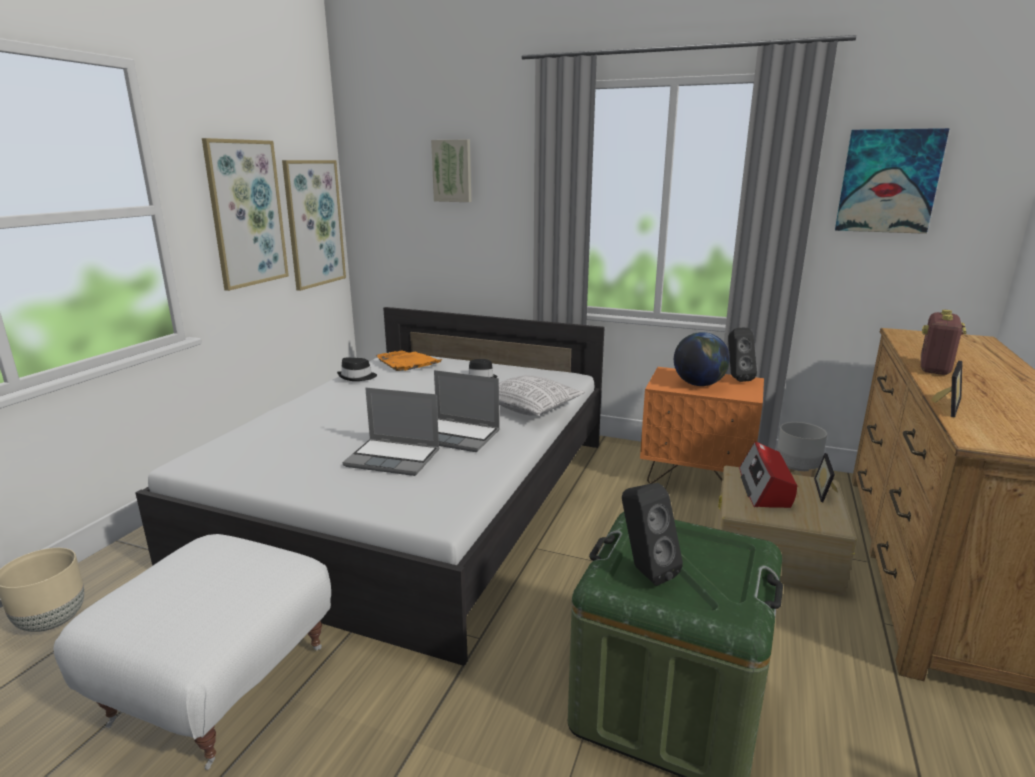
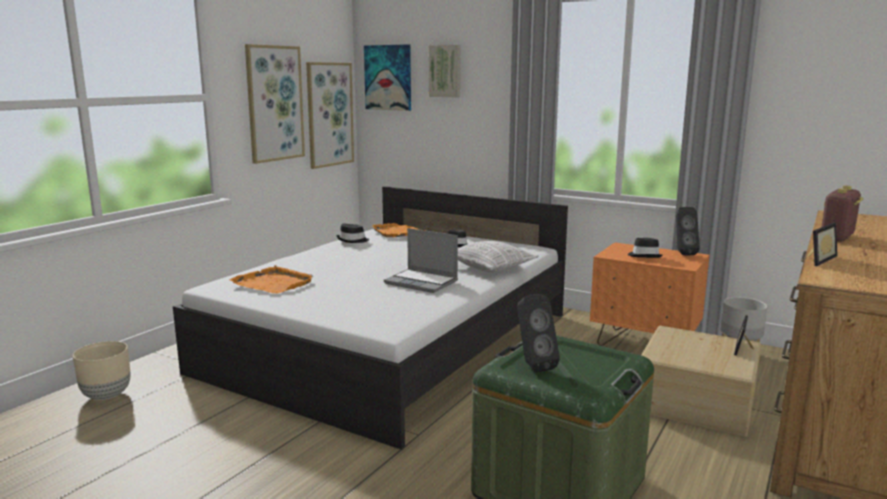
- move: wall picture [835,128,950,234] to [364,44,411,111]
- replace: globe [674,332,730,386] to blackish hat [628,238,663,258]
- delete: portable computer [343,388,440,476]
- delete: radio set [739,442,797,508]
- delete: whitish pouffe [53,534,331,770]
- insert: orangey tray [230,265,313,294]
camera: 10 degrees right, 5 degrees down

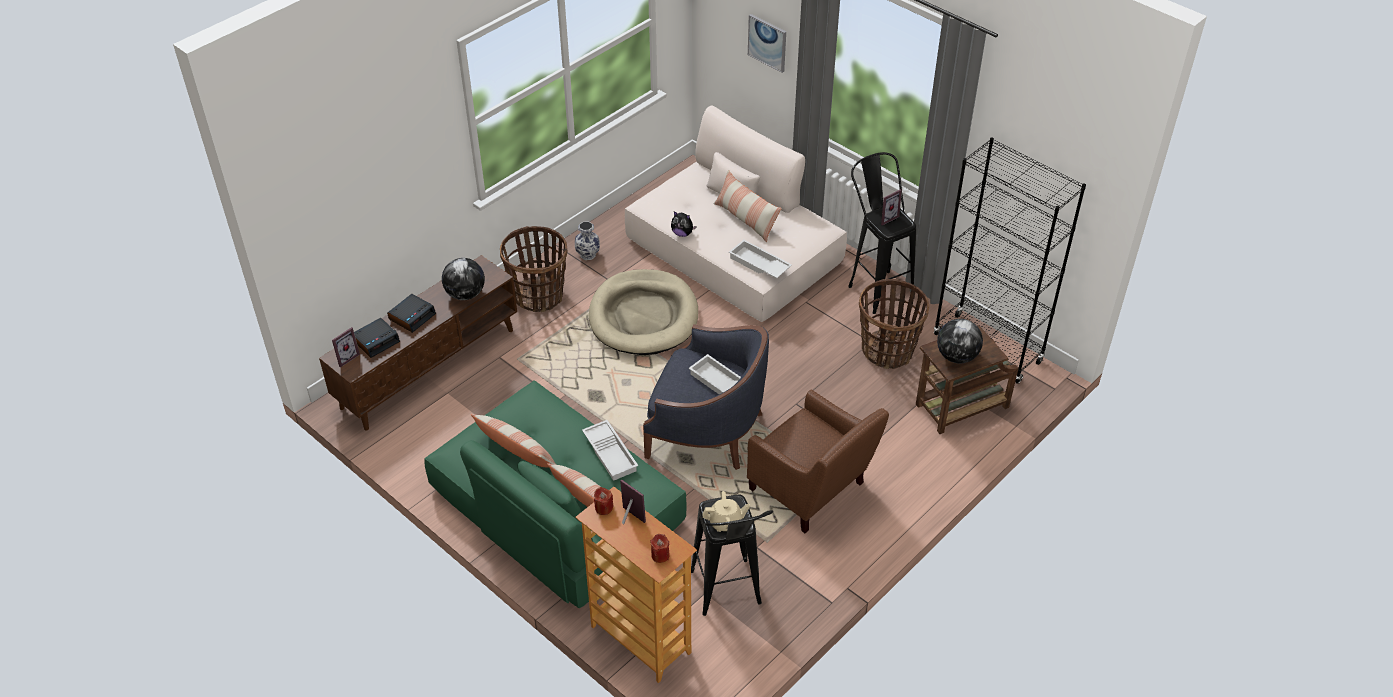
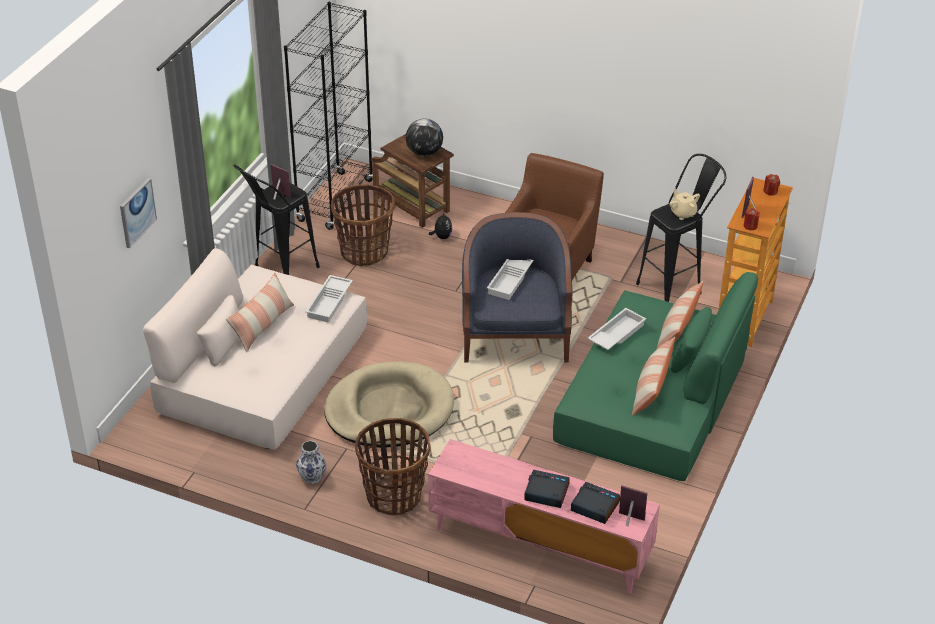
- move: soft toy [671,211,697,237] to [429,213,452,239]
- recolor: brown tv unit [319,255,517,431] to pink tv unit [428,439,660,594]
- delete: globe [442,258,485,300]
camera: 110 degrees left, 5 degrees down

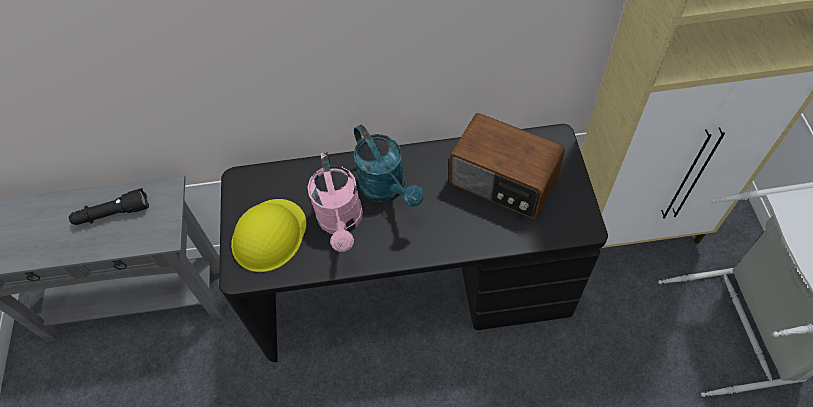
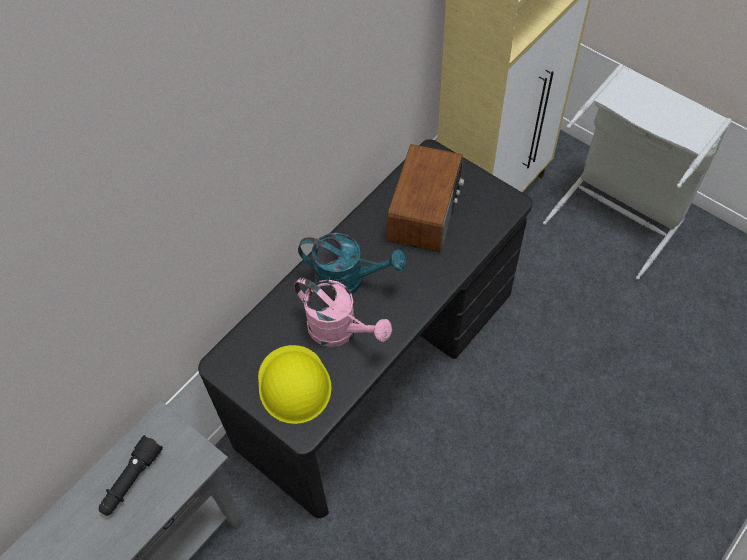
- rotate: radio set [449,113,565,219] = [388,144,465,252] 60 degrees counterclockwise
camera: 45 degrees left, 0 degrees up

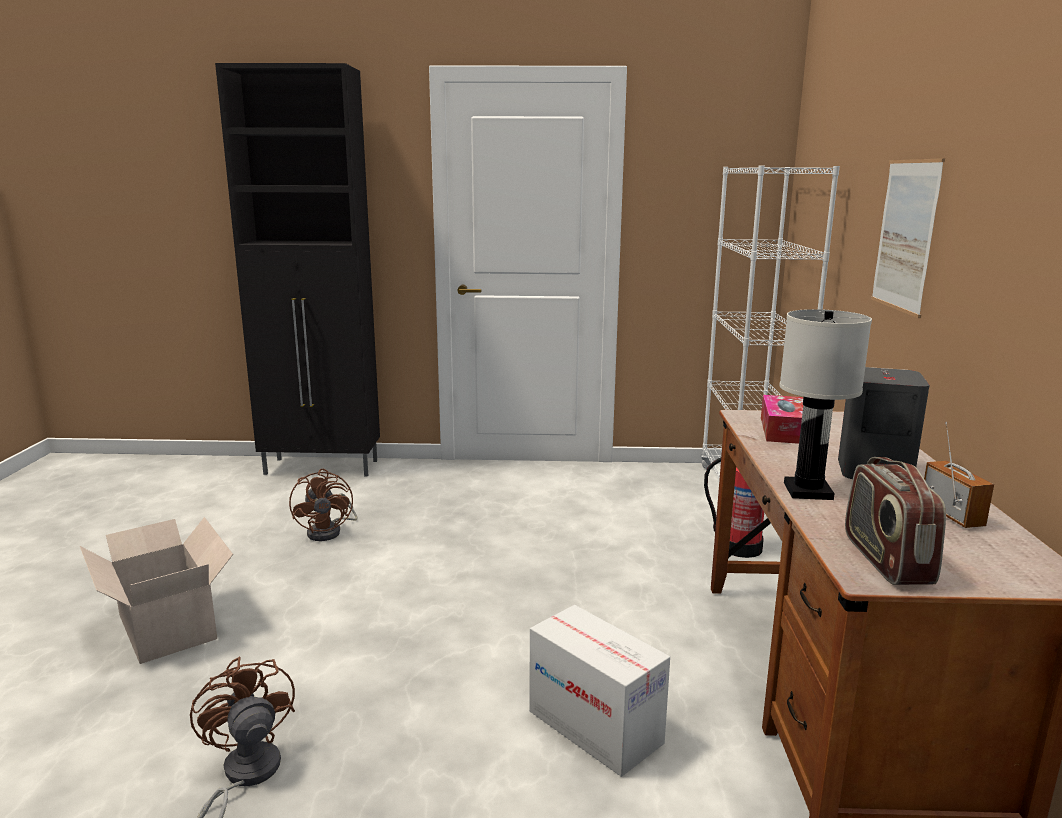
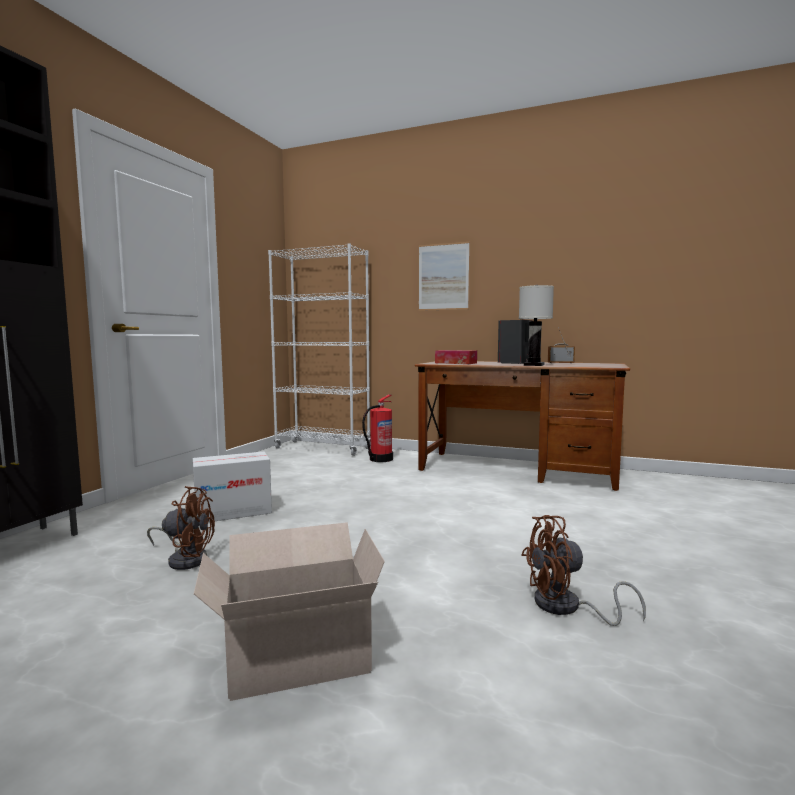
- delete: radio set [845,457,946,585]
- move: cardboard box [529,605,670,777] to [193,452,272,522]
camera: 70 degrees left, 10 degrees down

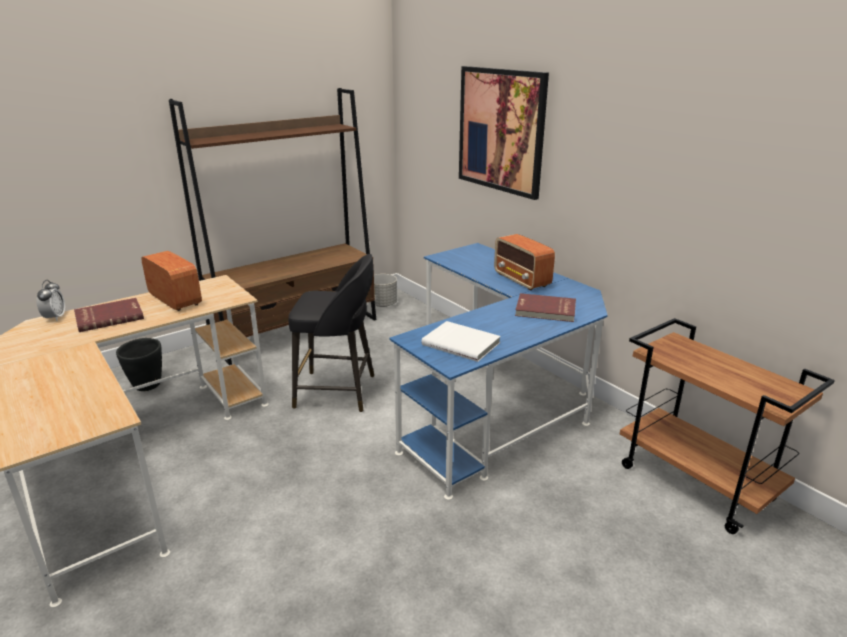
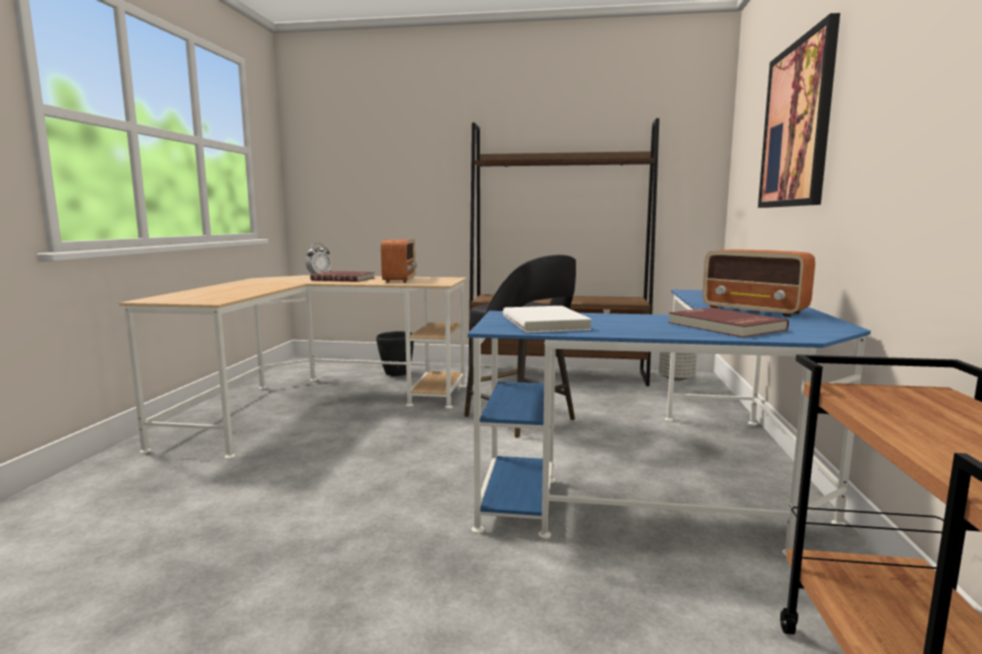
- rotate: radio set [494,234,555,291] = [702,249,815,317] 60 degrees counterclockwise
camera: 45 degrees right, 15 degrees down

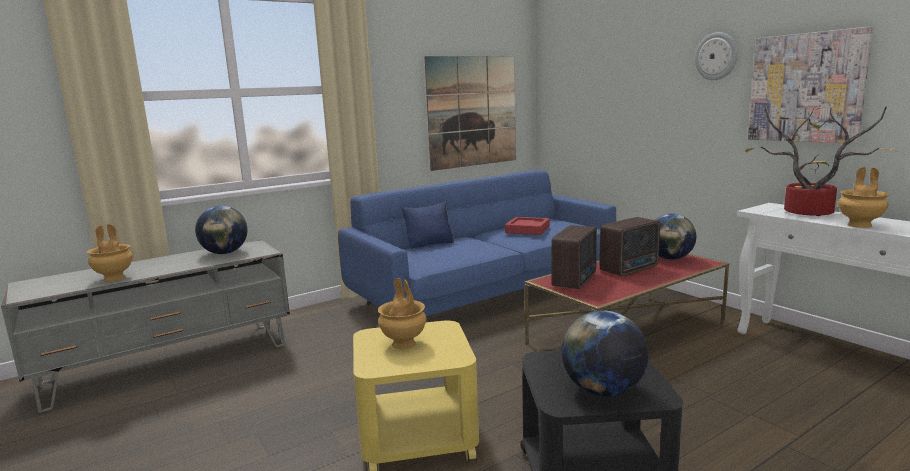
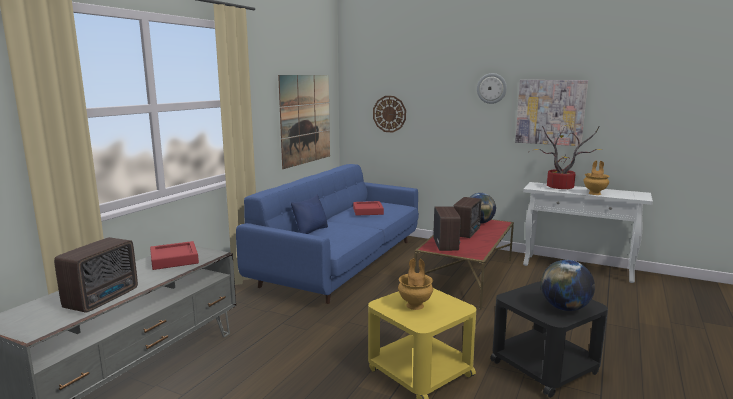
- replace: globe [195,206,248,254] to red-coloured tray [150,241,199,270]
- replace: brown decorative vase [87,224,133,282] to radio set [54,237,138,313]
- insert: wall clock [373,96,406,132]
camera: 30 degrees left, 0 degrees up

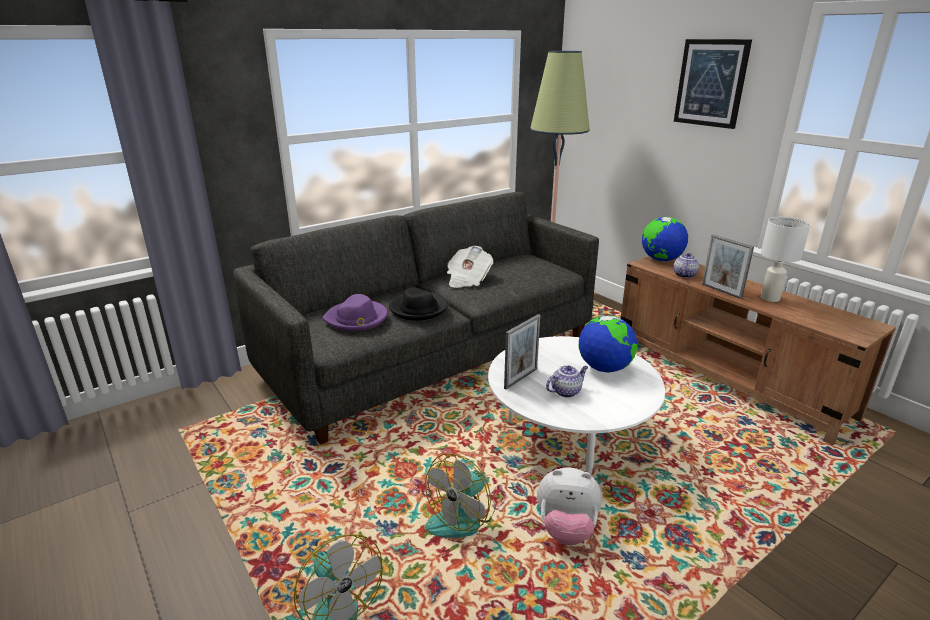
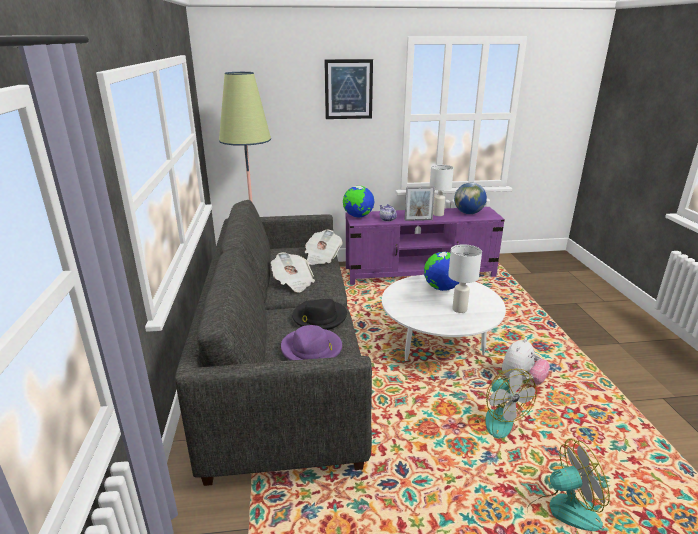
- recolor: brown tv unit [621,256,896,446] to purple tv unit [345,207,505,285]
- delete: photo frame [504,314,540,390]
- replace: teapot [546,365,588,398] to whitish table lamp [448,244,482,313]
- insert: globe [454,183,487,214]
- insert: daily paper [305,230,343,265]
camera: 60 degrees left, 0 degrees up

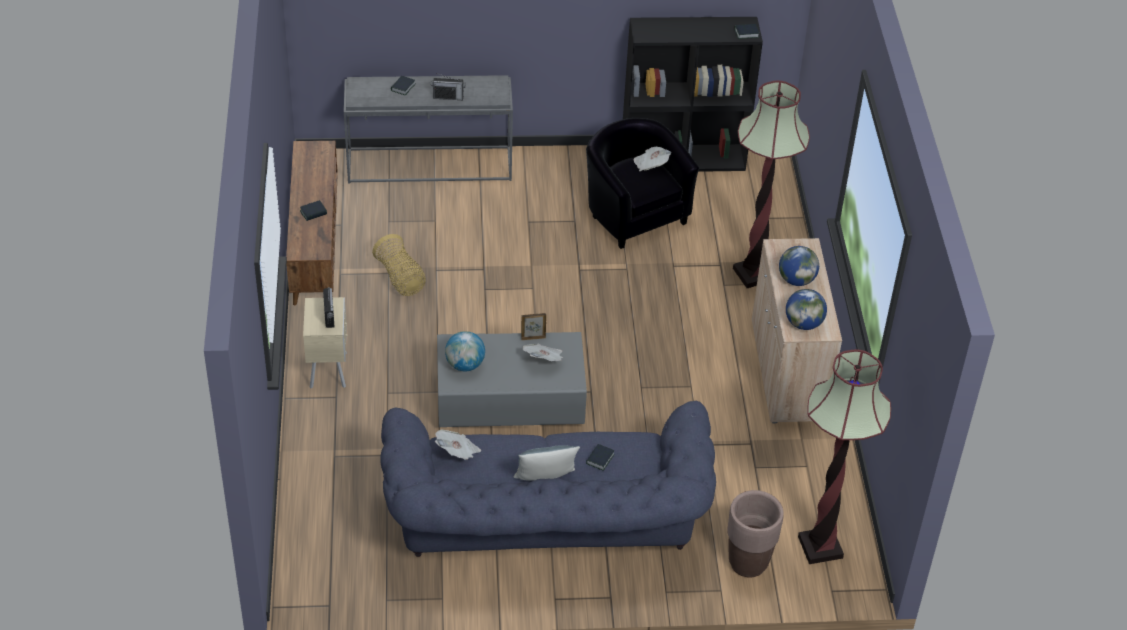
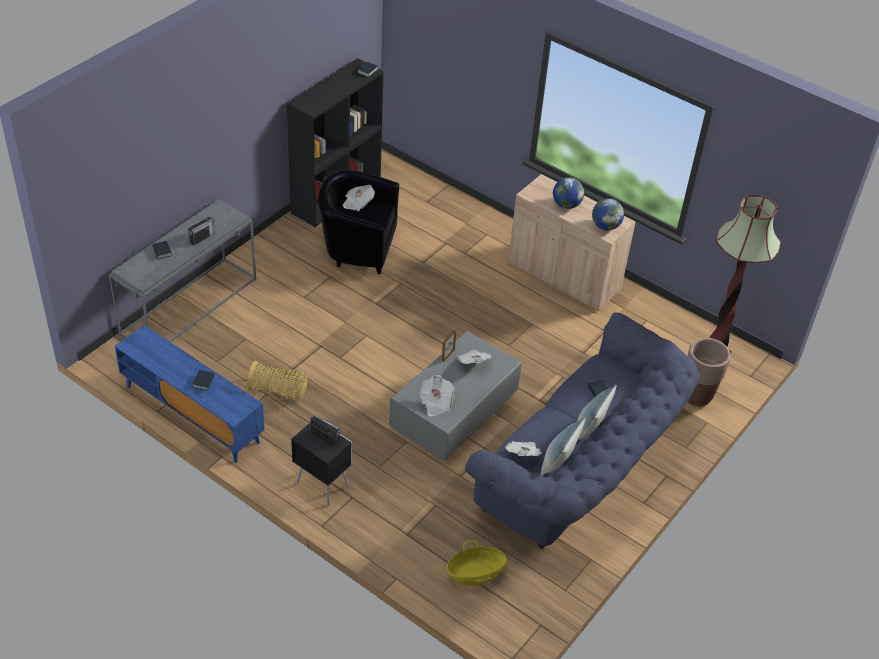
- delete: floor lamp [733,81,810,288]
- recolor: brown tv unit [286,141,338,305] to bluish tv unit [115,325,265,463]
- recolor: beige-coloured nightstand [303,297,348,389] to blackish nightstand [291,422,352,506]
- replace: globe [445,331,485,371] to daily paper [419,375,455,416]
- insert: cushion [541,417,586,476]
- insert: basket [447,541,507,586]
camera: 50 degrees left, 0 degrees up

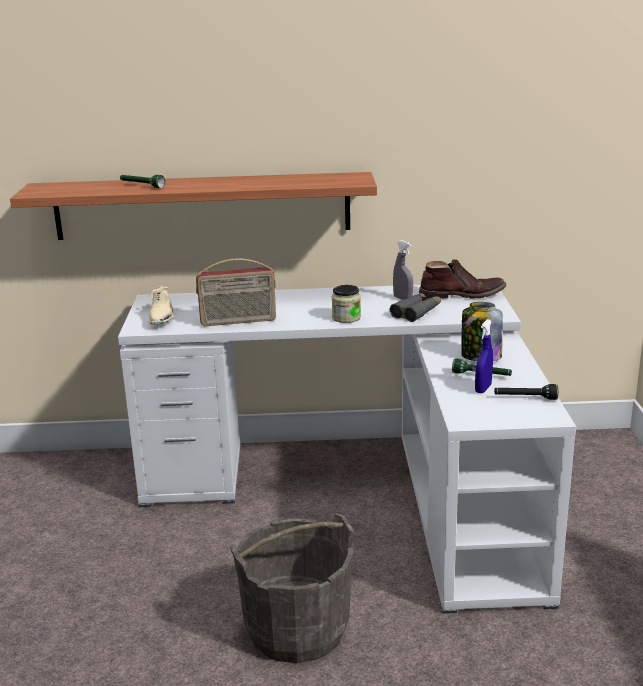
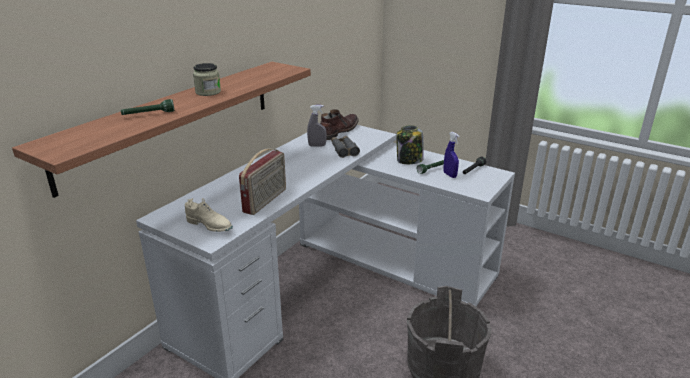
- move: storage jar [332,285,361,323] to [193,63,221,96]
camera: 55 degrees left, 5 degrees up

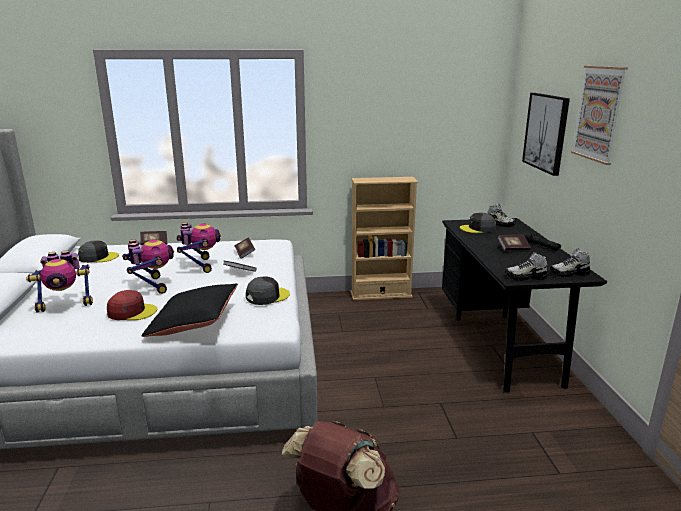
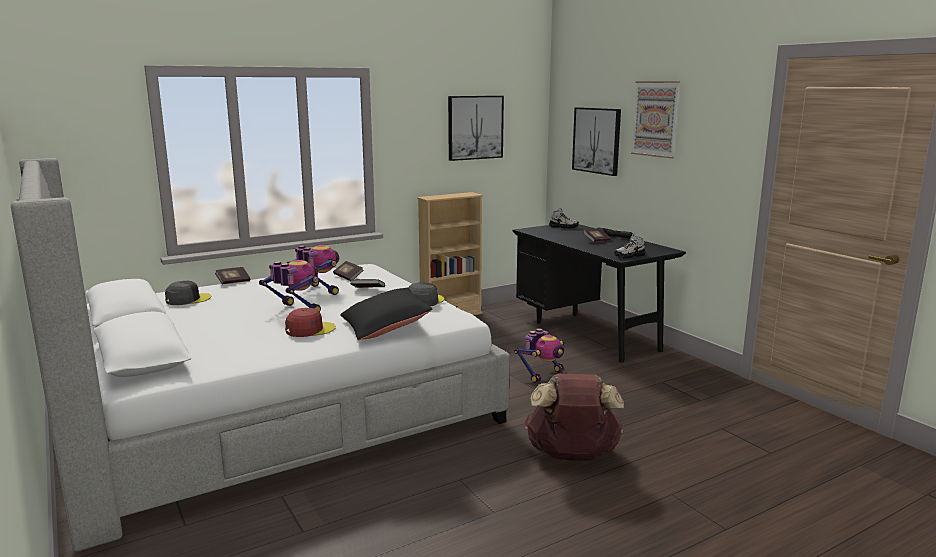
- delete: gray cap [460,213,496,233]
- delete: item of footwear [550,248,590,277]
- move: robot figure [26,250,93,312] to [514,328,564,383]
- insert: wall picture [448,96,504,161]
camera: 25 degrees left, 5 degrees down

